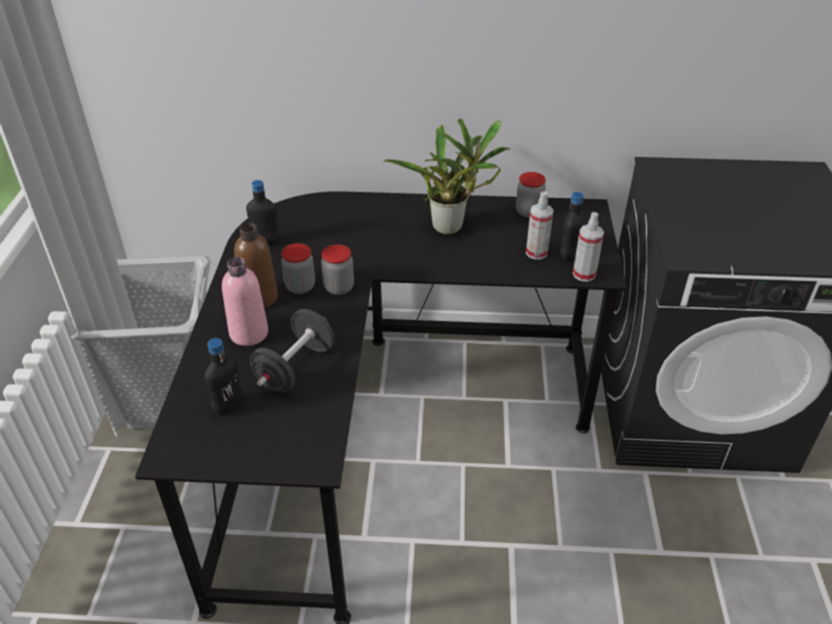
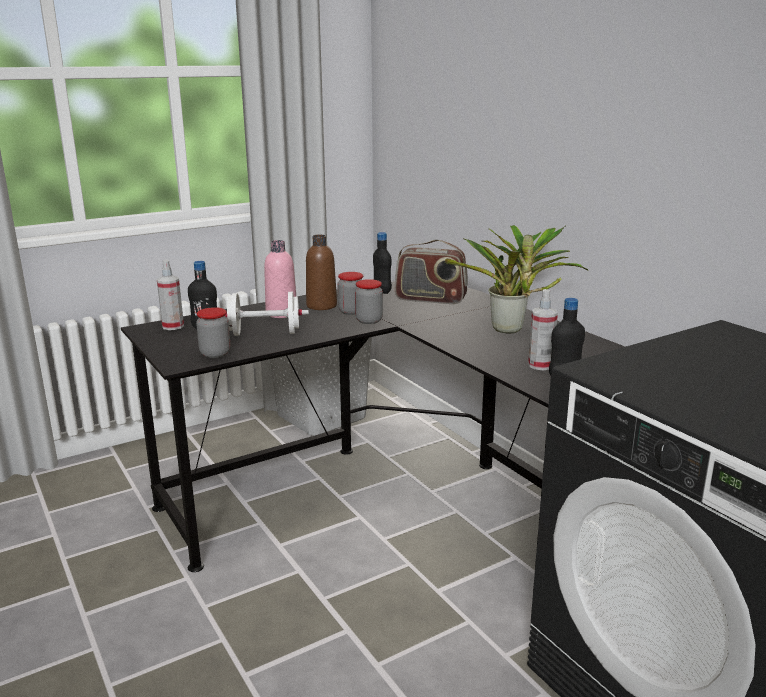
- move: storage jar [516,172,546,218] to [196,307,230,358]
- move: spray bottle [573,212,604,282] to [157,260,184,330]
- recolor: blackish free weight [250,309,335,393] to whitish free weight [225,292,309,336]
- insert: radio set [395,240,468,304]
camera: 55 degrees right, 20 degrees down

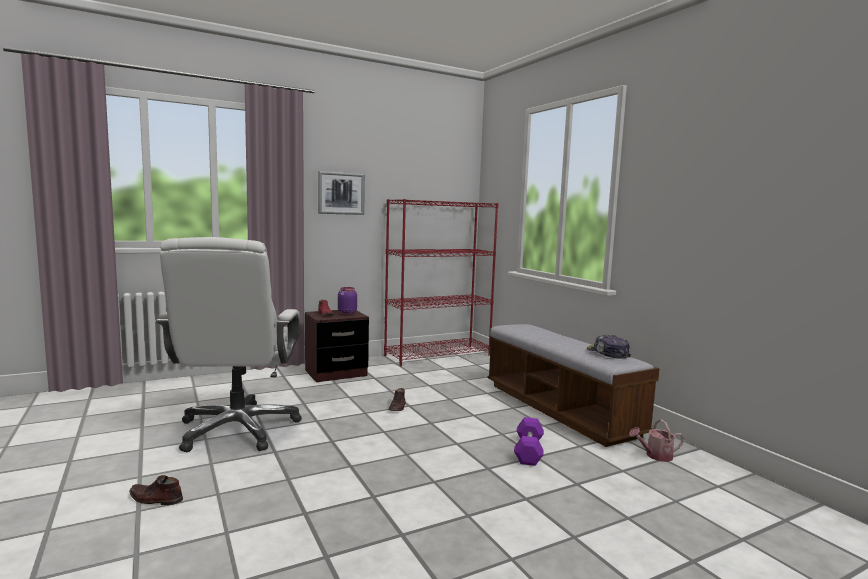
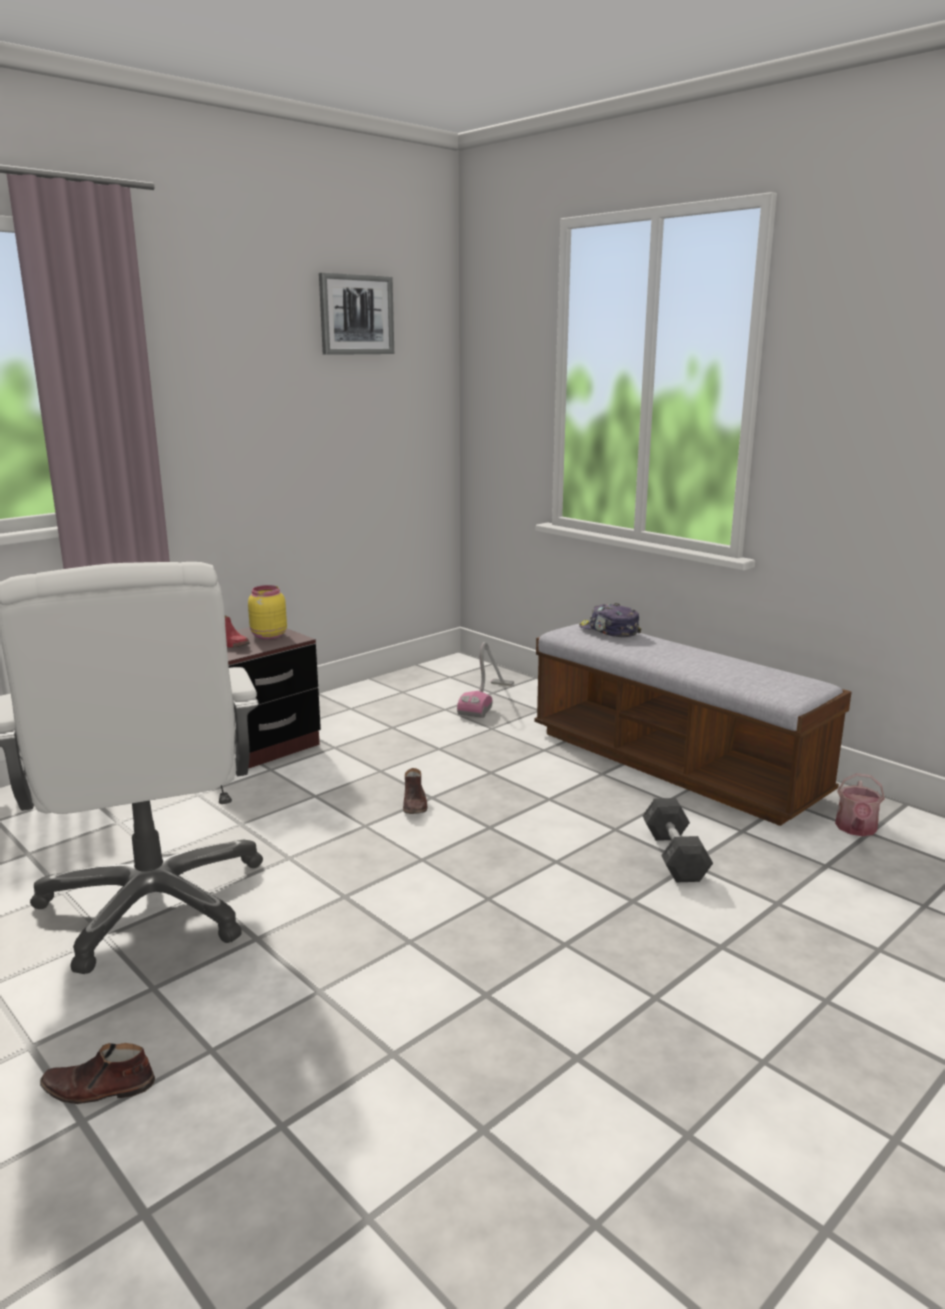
- move: wall picture [318,171,365,215] to [319,273,394,355]
- delete: red-coloured bookcase [384,199,498,366]
- recolor: purple storage jar [338,287,357,315] to yellow storage jar [248,585,287,639]
- move: cap [587,335,631,358] to [579,603,641,637]
- recolor: purple free weight [514,417,544,466] to gray free weight [643,798,713,882]
- rotate: watering pot [629,419,684,462] = [835,773,885,836] 45 degrees counterclockwise
- insert: vacuum cleaner [457,642,514,718]
camera: 15 degrees left, 10 degrees up

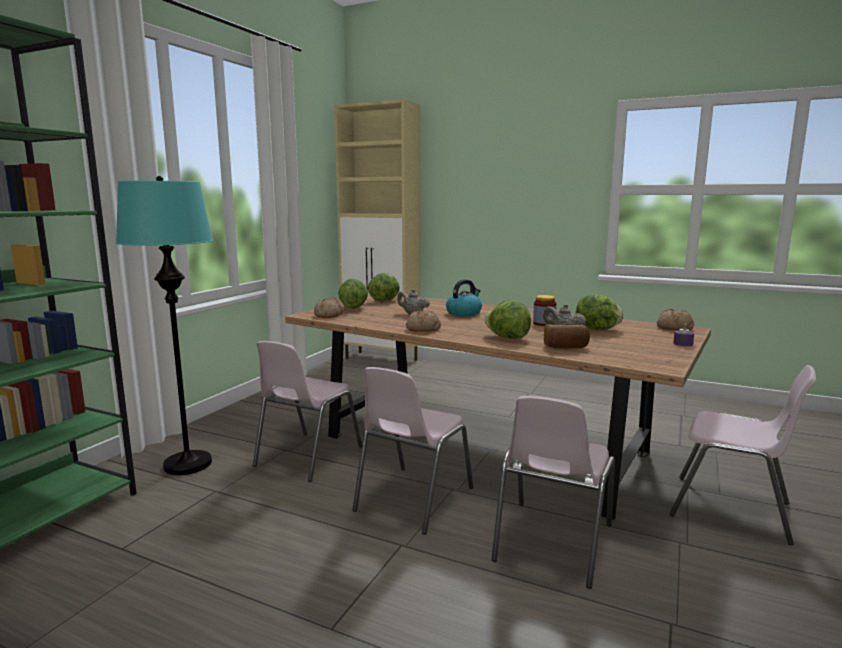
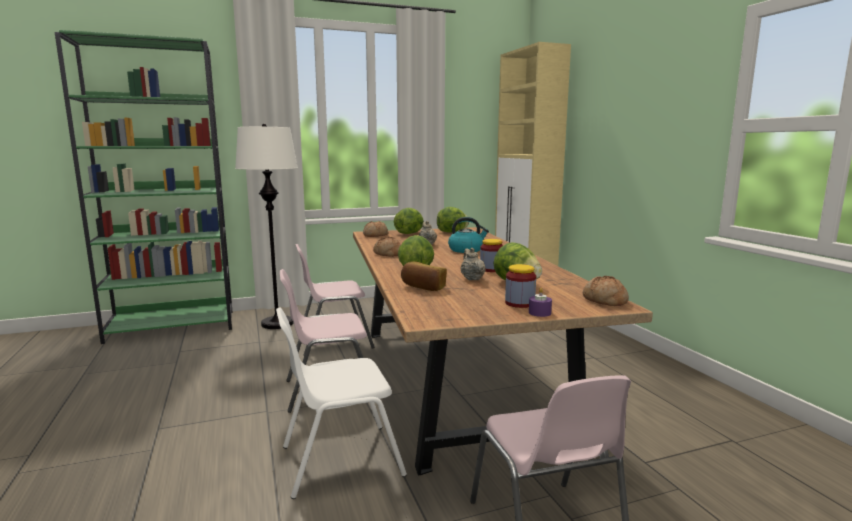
- recolor: turquoise floor lamp [116,176,213,475] to whitish floor lamp [235,124,298,329]
- recolor: pink plain chair [491,396,615,589] to whitish plain chair [276,307,407,499]
- insert: storage jar [505,264,536,308]
camera: 45 degrees right, 0 degrees up

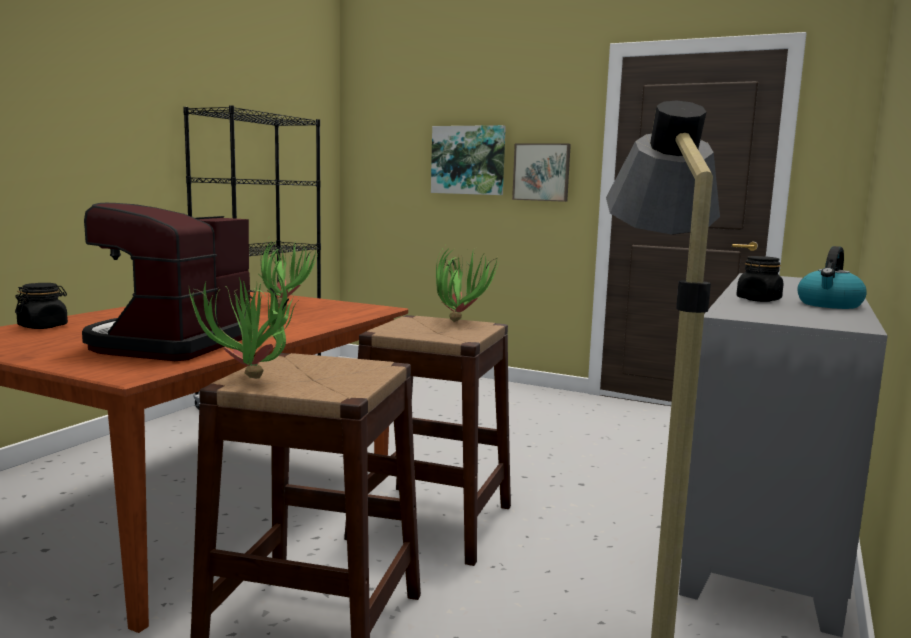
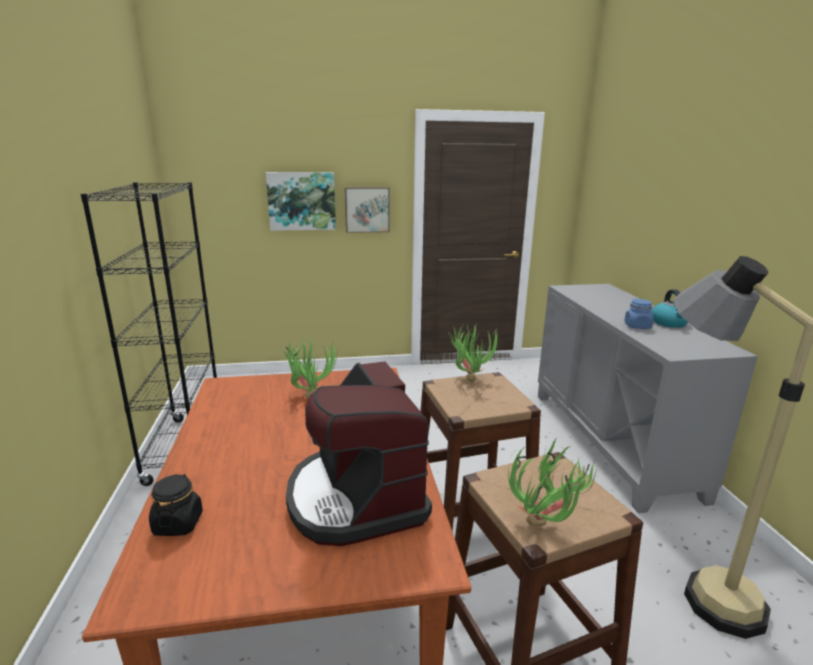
- recolor: blackish storage jar [736,256,783,302] to bluish storage jar [624,299,653,329]
camera: 35 degrees left, 10 degrees up

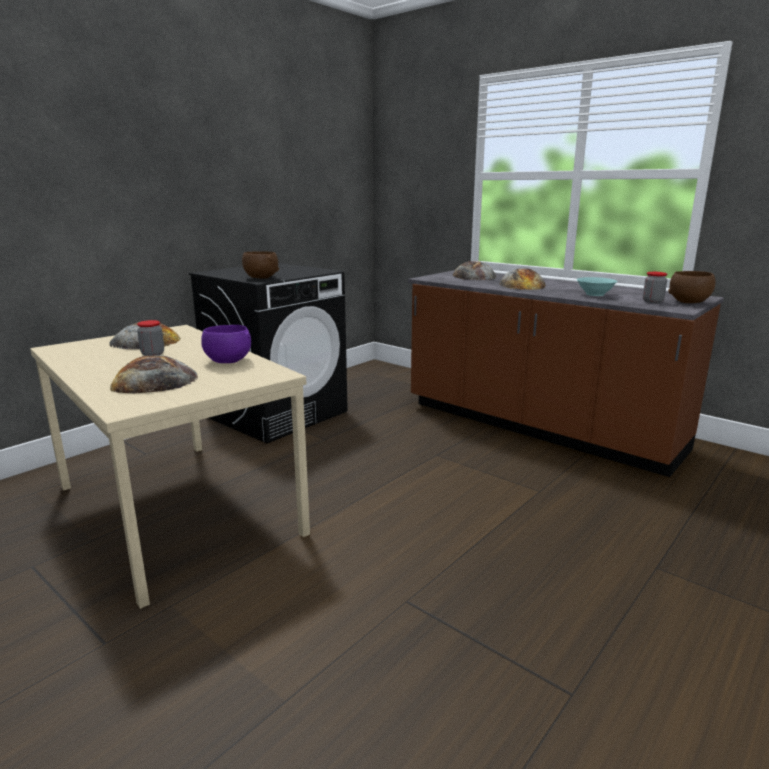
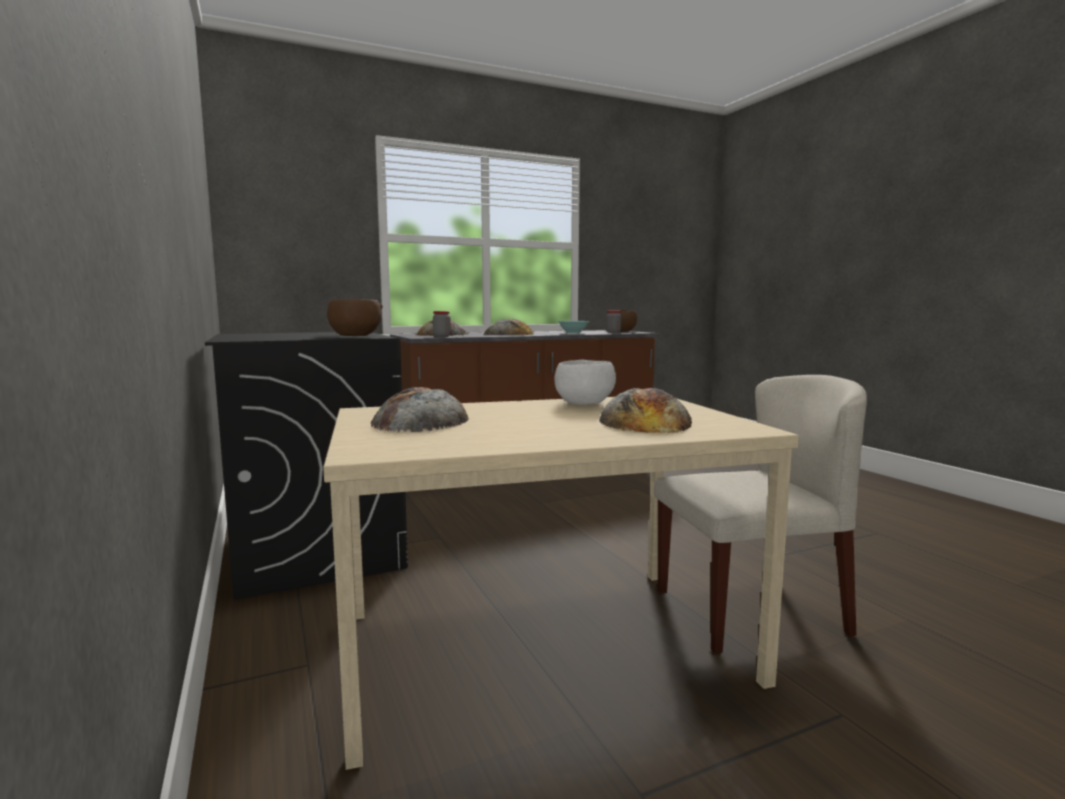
- move: storage jar [137,320,164,356] to [433,311,451,337]
- recolor: purple serving bowl [201,325,251,363] to whitish serving bowl [555,360,616,405]
- insert: beige-coloured plain chair [654,375,867,654]
camera: 65 degrees left, 10 degrees down

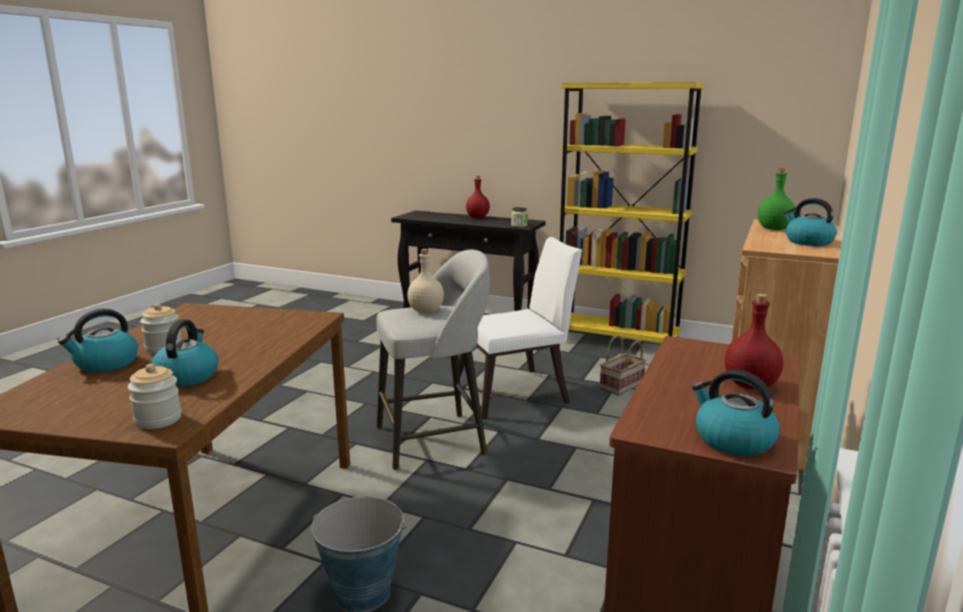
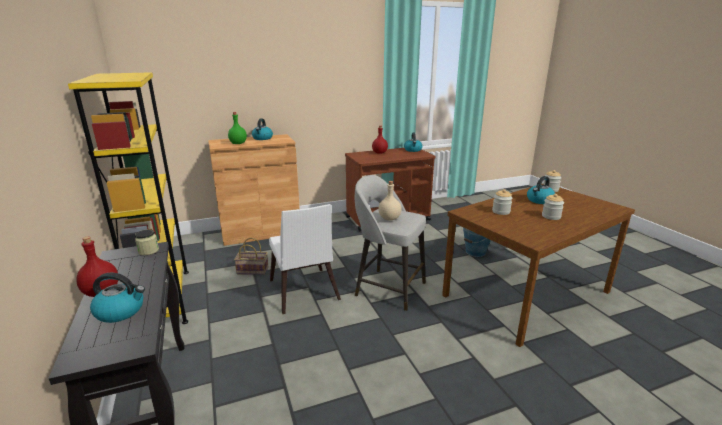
- rotate: whitish plain chair [453,237,582,419] = [269,204,341,314] 135 degrees counterclockwise
- move: kettle [58,309,138,372] to [90,273,145,323]
- insert: storage jar [492,189,513,215]
camera: 135 degrees left, 5 degrees up

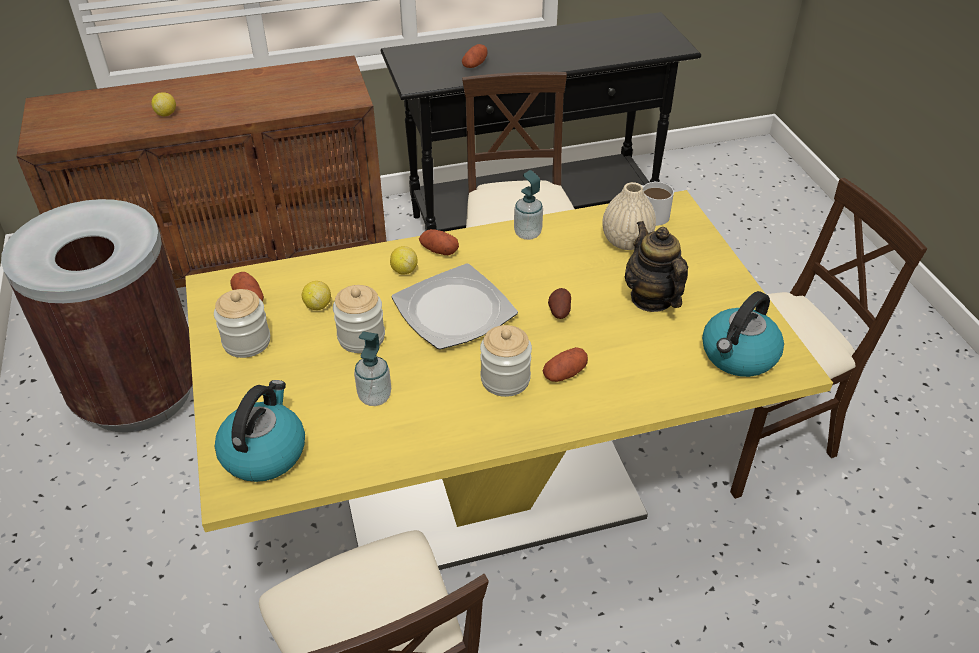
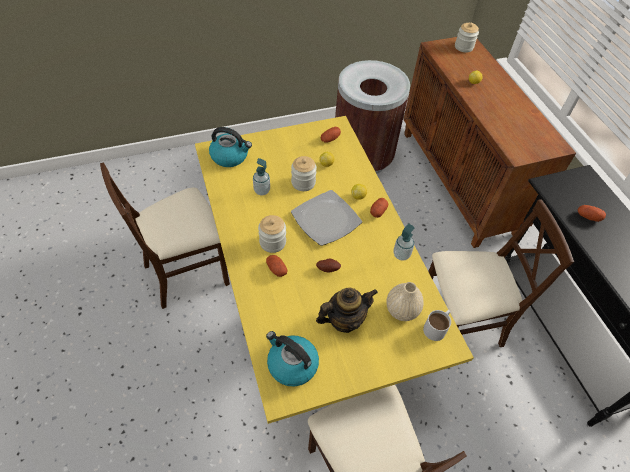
- move: storage jar [214,289,270,358] to [455,23,479,52]
camera: 85 degrees right, 10 degrees up

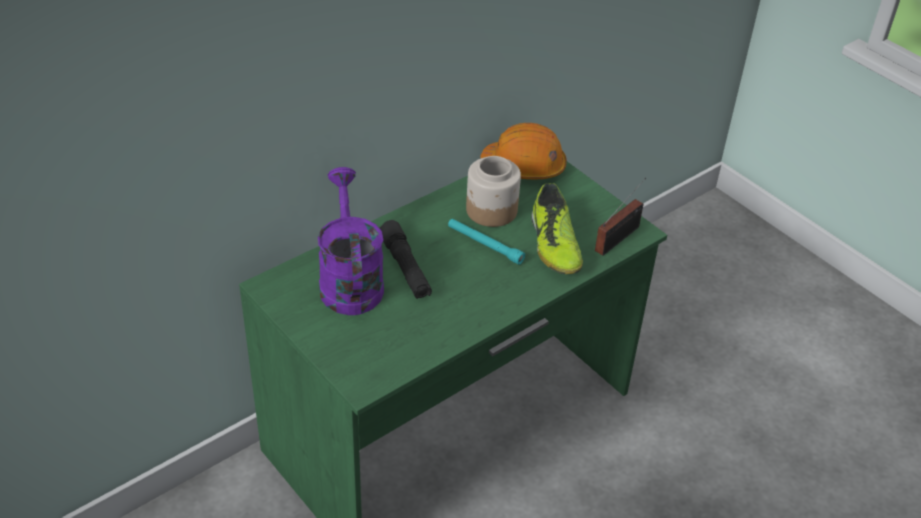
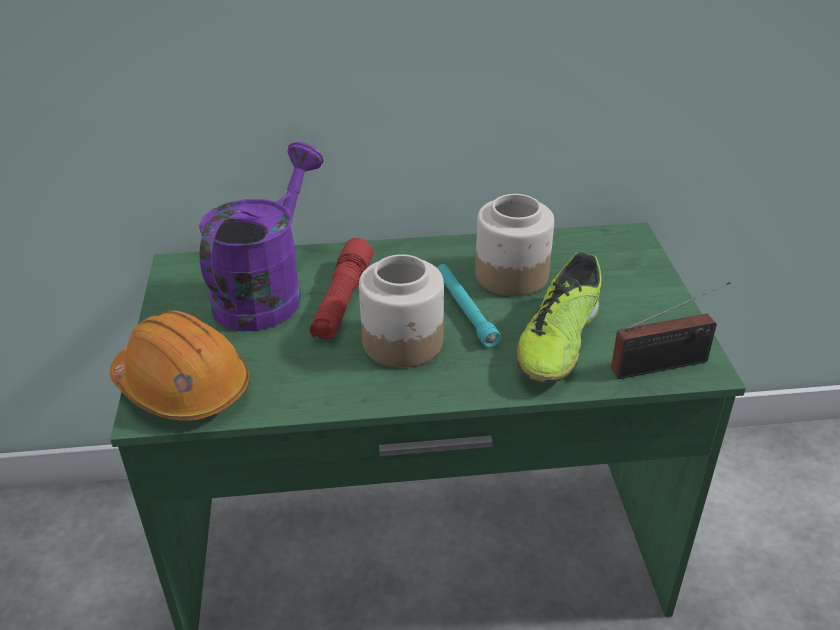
- move: orangey safety helmet [480,123,567,179] to [110,311,249,421]
- recolor: blackish hand torch [380,220,432,299] to red-coloured hand torch [310,238,373,339]
- insert: storage jar [359,254,444,368]
camera: 35 degrees right, 5 degrees down

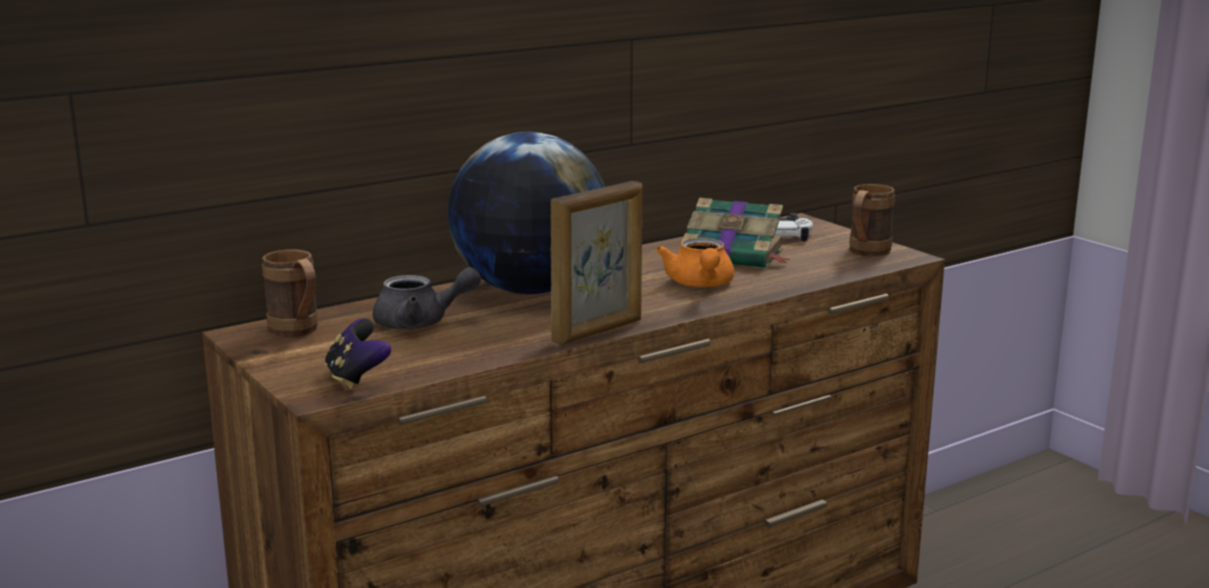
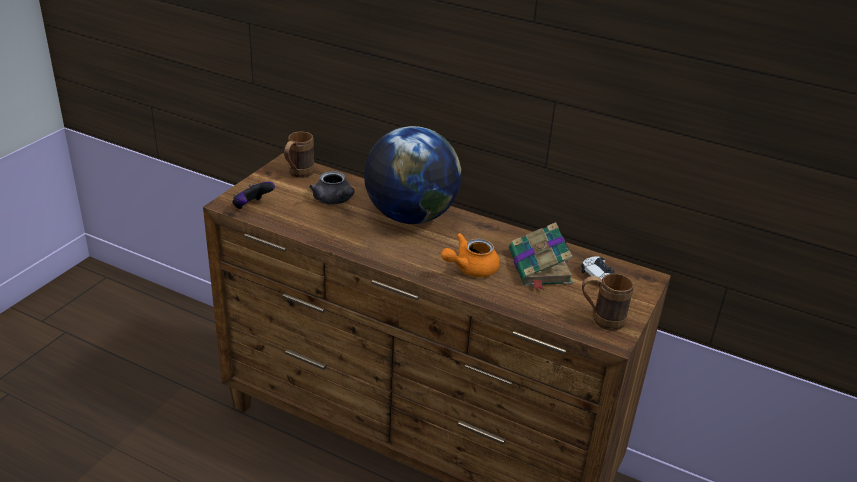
- delete: photo frame [550,181,642,345]
camera: 60 degrees right, 15 degrees up

